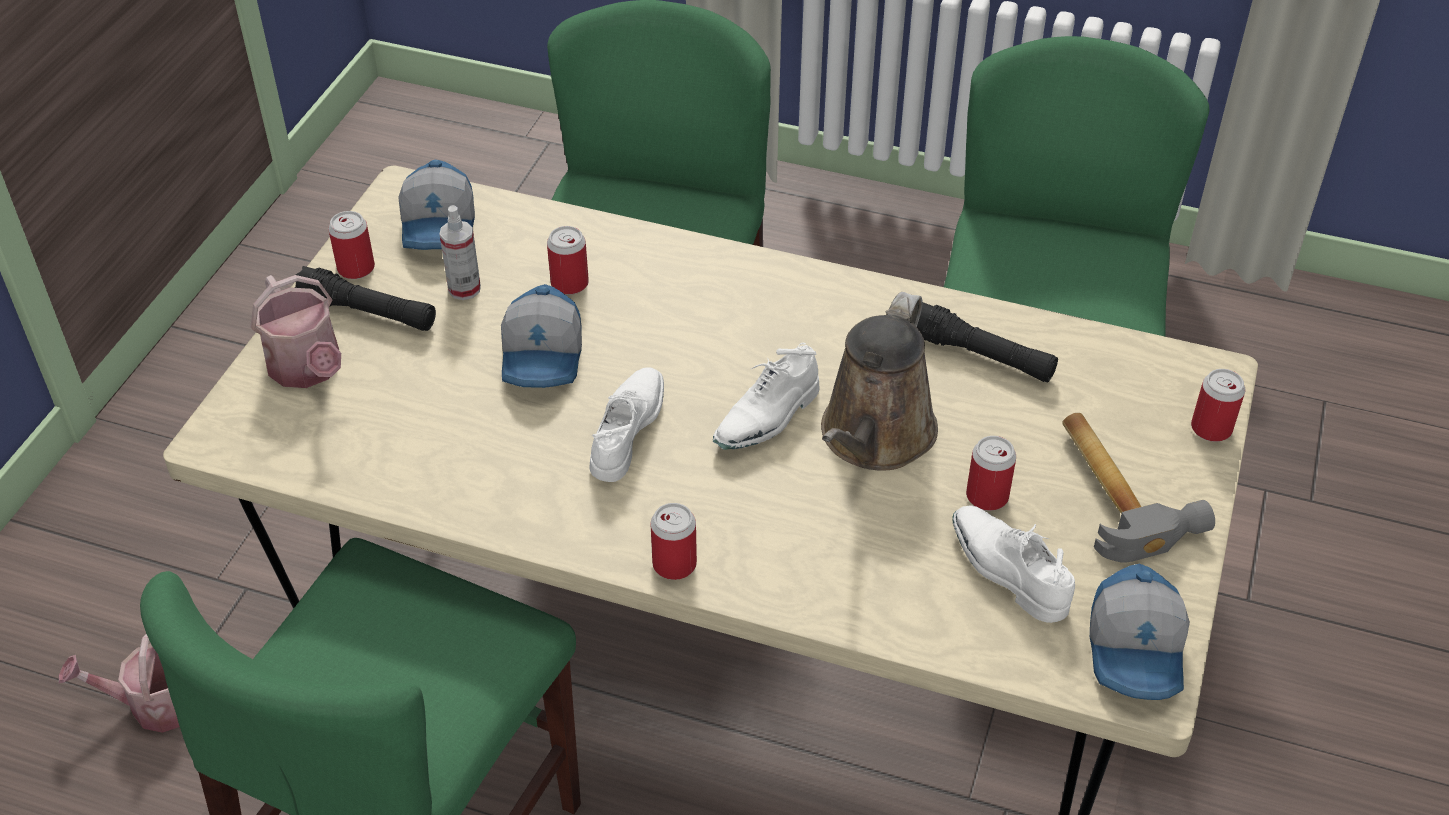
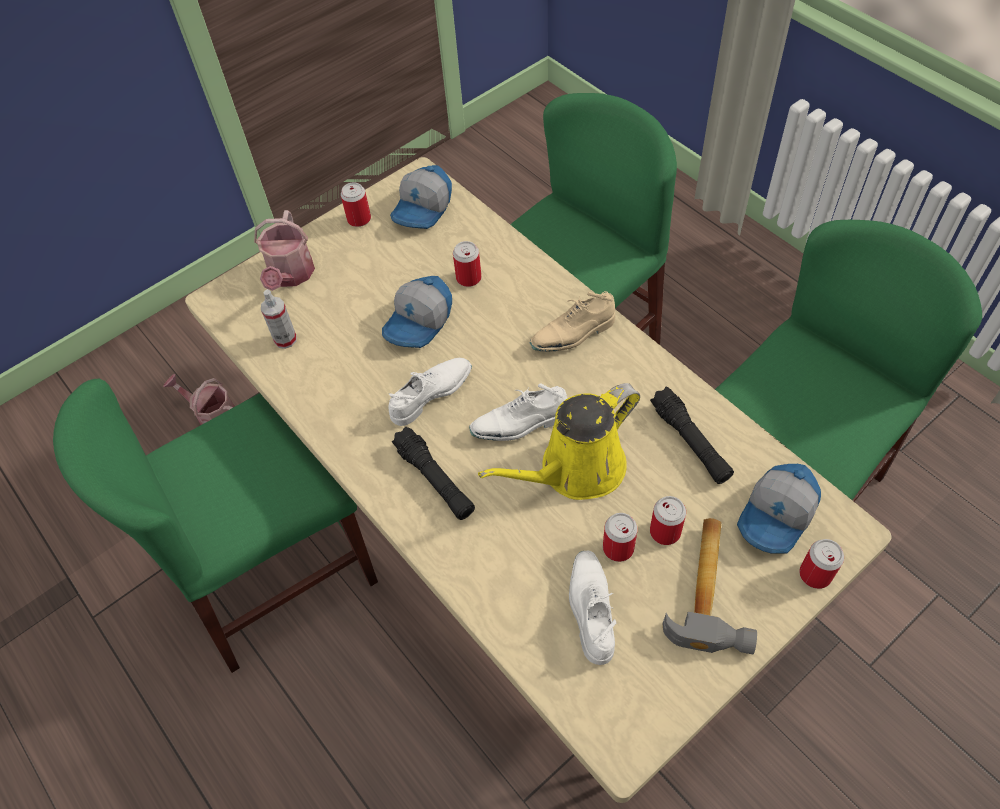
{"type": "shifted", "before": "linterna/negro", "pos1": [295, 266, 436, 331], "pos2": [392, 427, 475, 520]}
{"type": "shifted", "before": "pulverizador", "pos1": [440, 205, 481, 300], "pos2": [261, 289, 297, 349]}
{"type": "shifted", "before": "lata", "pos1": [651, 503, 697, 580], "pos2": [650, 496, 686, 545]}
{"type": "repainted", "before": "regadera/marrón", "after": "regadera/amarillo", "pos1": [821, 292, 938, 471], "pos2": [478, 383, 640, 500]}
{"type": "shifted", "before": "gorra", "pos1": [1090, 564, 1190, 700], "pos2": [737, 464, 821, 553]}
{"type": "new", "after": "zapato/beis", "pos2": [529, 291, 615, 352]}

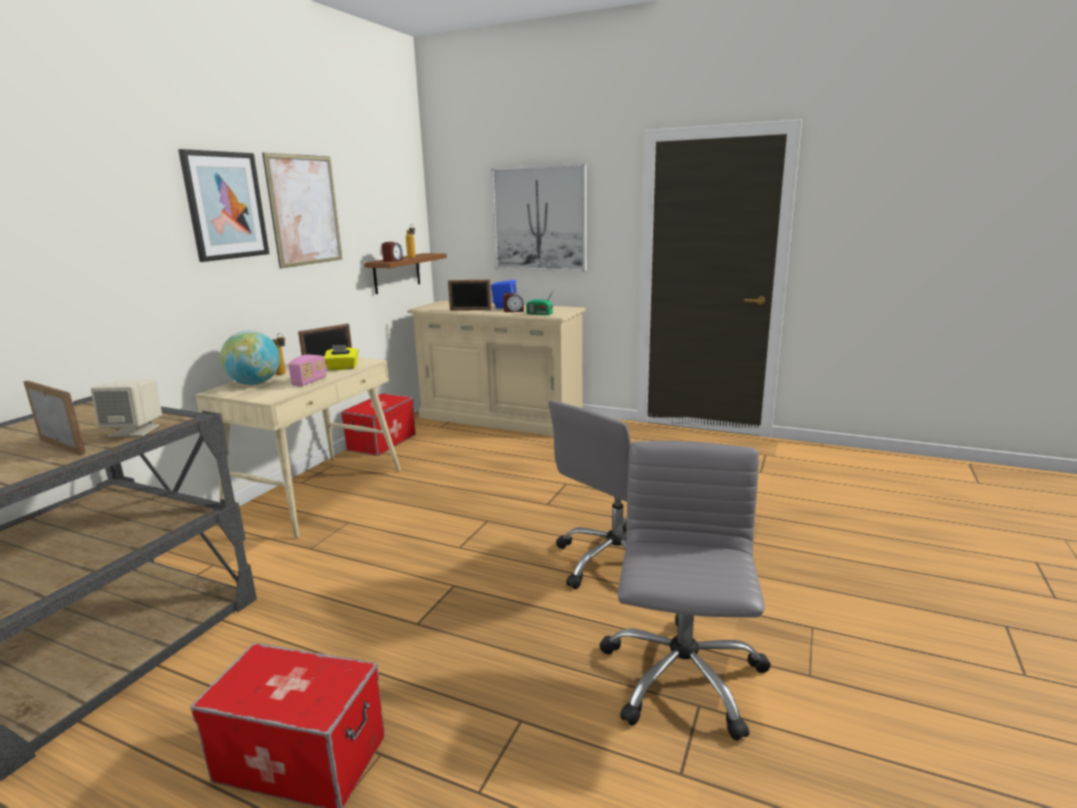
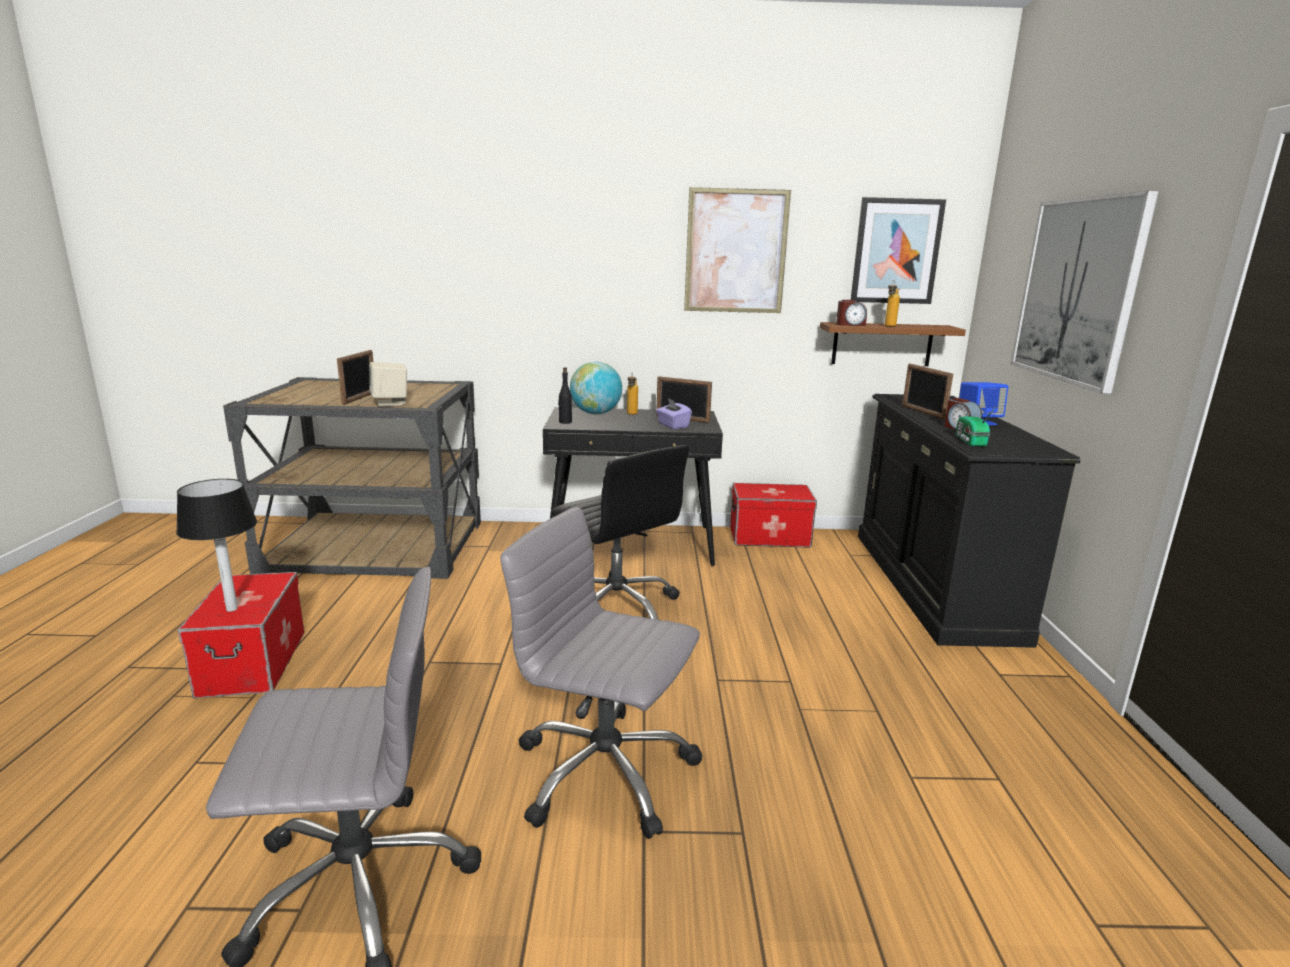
{"type": "shifted", "before": "cuadro", "pos1": [178, 149, 269, 262], "pos2": [851, 197, 946, 304]}
{"type": "repainted", "before": "escritorio/beis", "after": "escritorio/negro", "pos1": [195, 358, 401, 538], "pos2": [543, 407, 723, 566]}
{"type": "gone", "before": "radio", "pos1": [288, 354, 327, 386]}
{"type": "repainted", "before": "caja de pañuelos/amarillo", "after": "caja de pañuelos/morado", "pos1": [324, 345, 359, 370], "pos2": [656, 398, 692, 429]}
{"type": "repainted", "before": "armario/beis", "after": "armario/negro", "pos1": [407, 301, 586, 436], "pos2": [858, 394, 1081, 648]}
{"type": "new", "after": "lámpara de mesa", "pos2": [176, 479, 257, 612]}
{"type": "new", "after": "silla de oficina/negro", "pos2": [551, 445, 689, 620]}
{"type": "new", "after": "botella/negro", "pos2": [558, 367, 572, 424]}

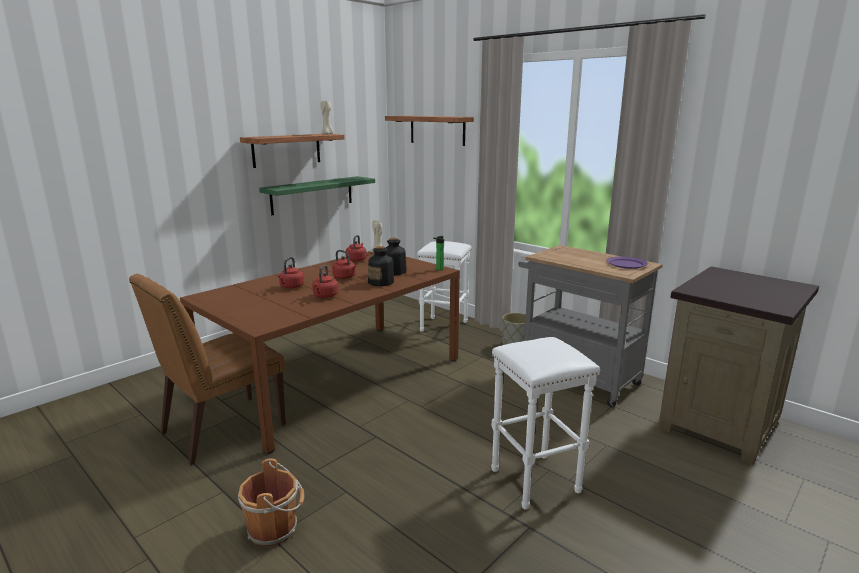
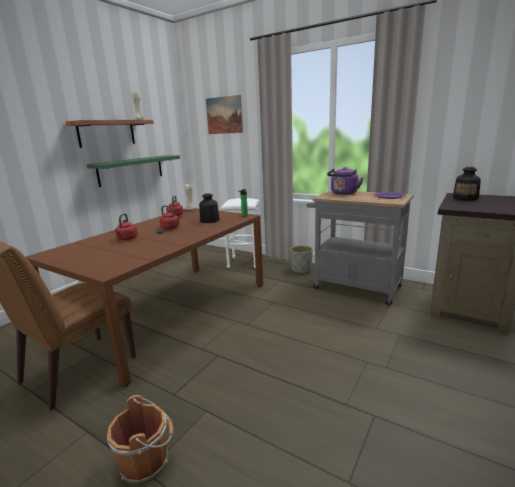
{"type": "gone", "before": "hervidor/rojo", "pos1": [312, 265, 338, 298]}
{"type": "shifted", "before": "botella", "pos1": [368, 246, 394, 286], "pos2": [453, 167, 481, 201]}
{"type": "swapped", "before": "estante", "after": "cuadro", "pos1": [385, 116, 474, 146], "pos2": [206, 95, 243, 134]}
{"type": "gone", "before": "taburete/blanco", "pos1": [491, 337, 600, 510]}
{"type": "new", "after": "hervidor/morado", "pos2": [327, 167, 363, 195]}

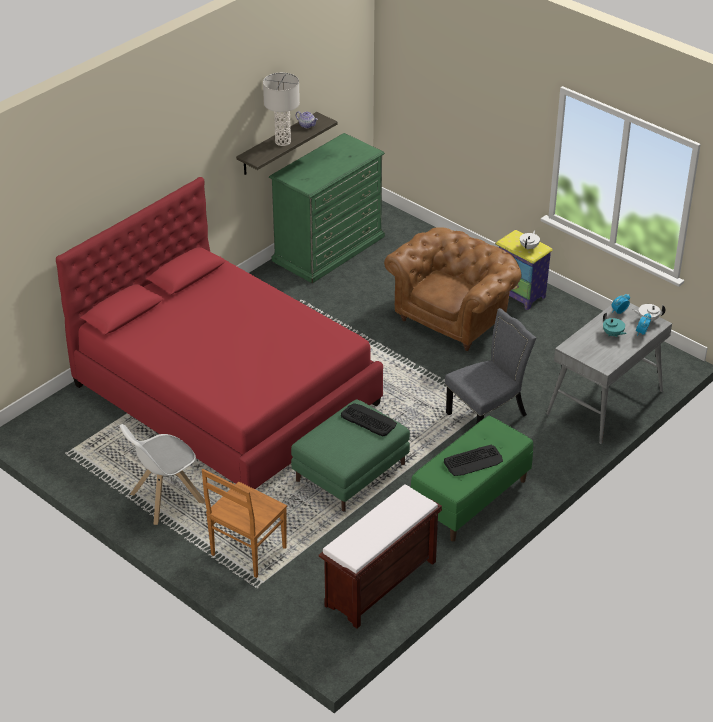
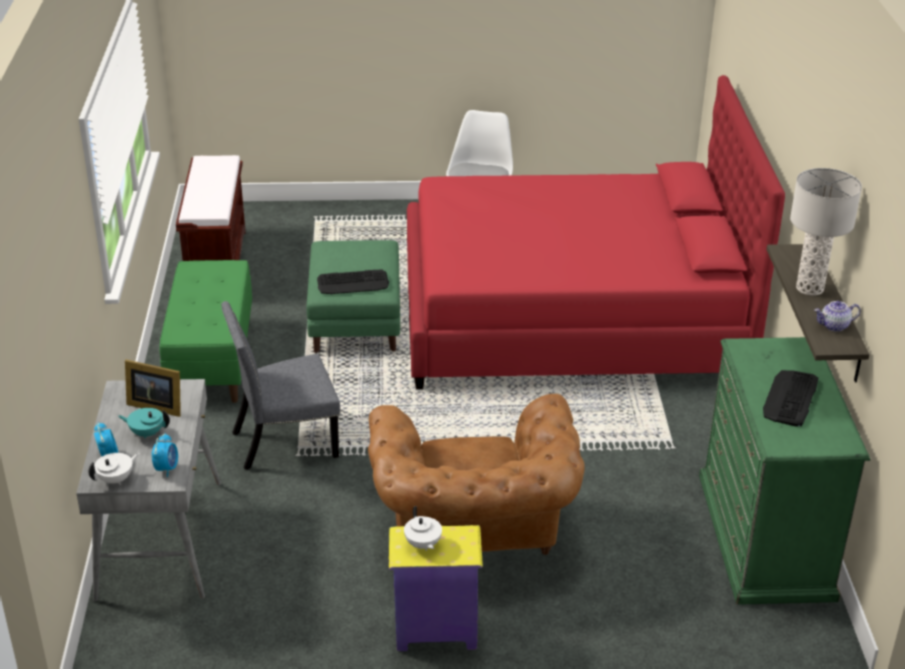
{"type": "gone", "before": "silla/marrón", "pos1": [202, 469, 287, 578]}
{"type": "shifted", "before": "teclado", "pos1": [444, 445, 503, 476], "pos2": [763, 370, 818, 427]}
{"type": "rotated", "before": "silla/gris", "pos1": [445, 308, 536, 424], "pos2": [221, 301, 341, 470], "turn": 60}
{"type": "new", "after": "portarretratos", "pos2": [125, 360, 181, 417]}

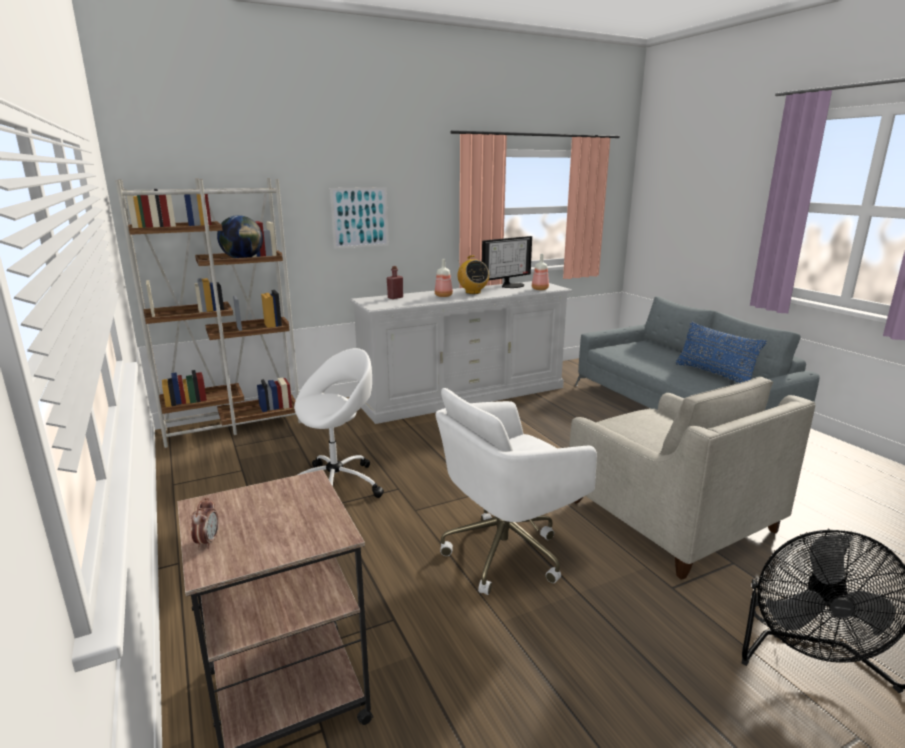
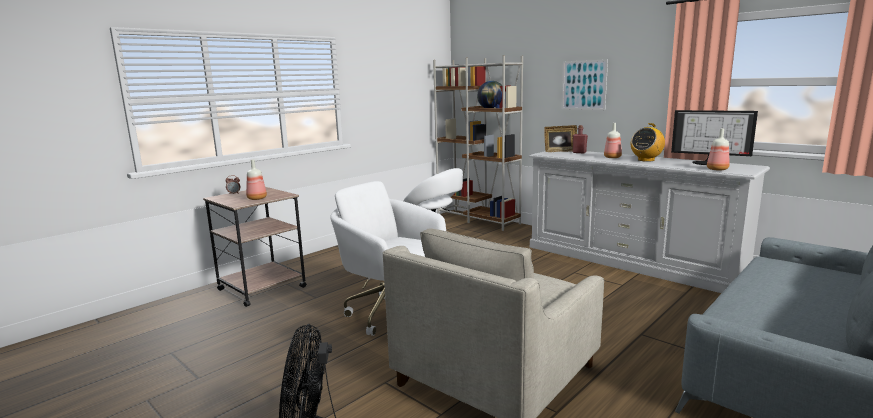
{"type": "gone", "before": "cojín/azul", "pos1": [675, 322, 767, 383]}
{"type": "new", "after": "botella", "pos2": [246, 159, 267, 200]}
{"type": "new", "after": "portarretratos", "pos2": [544, 125, 577, 152]}

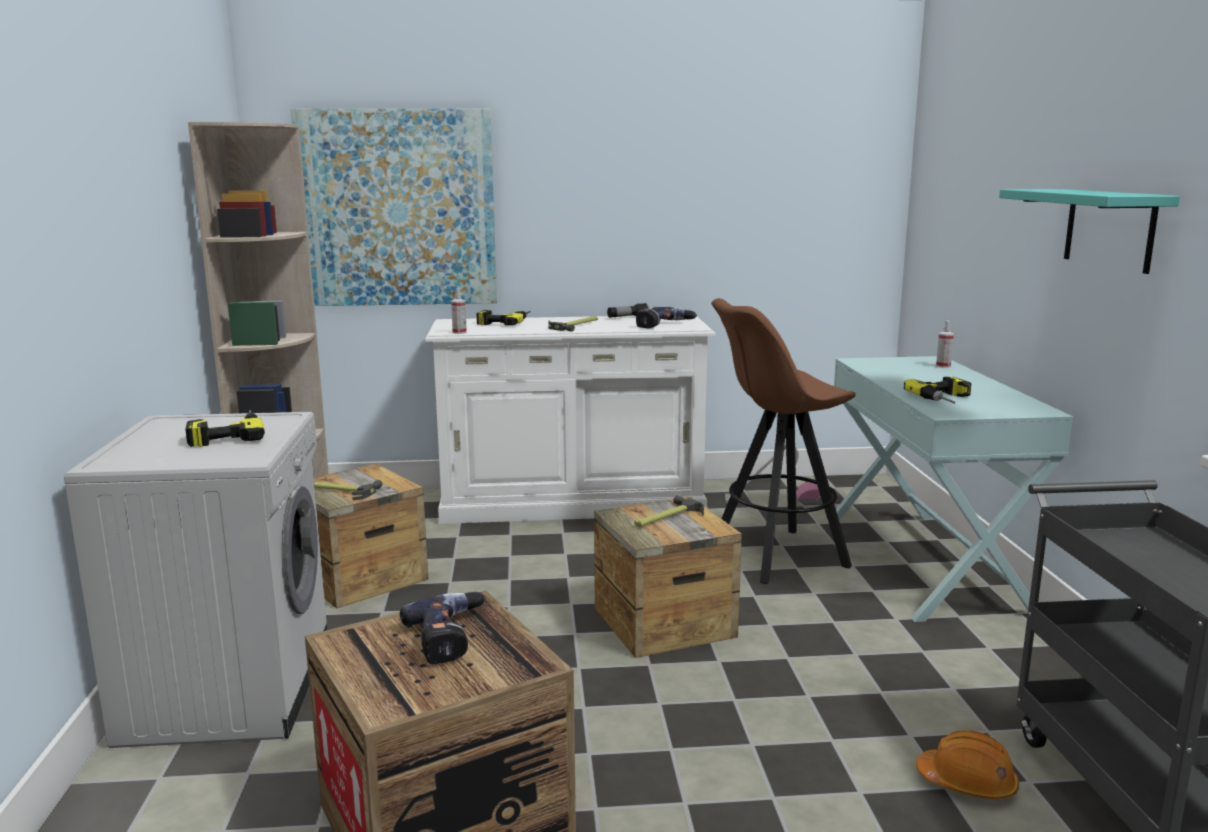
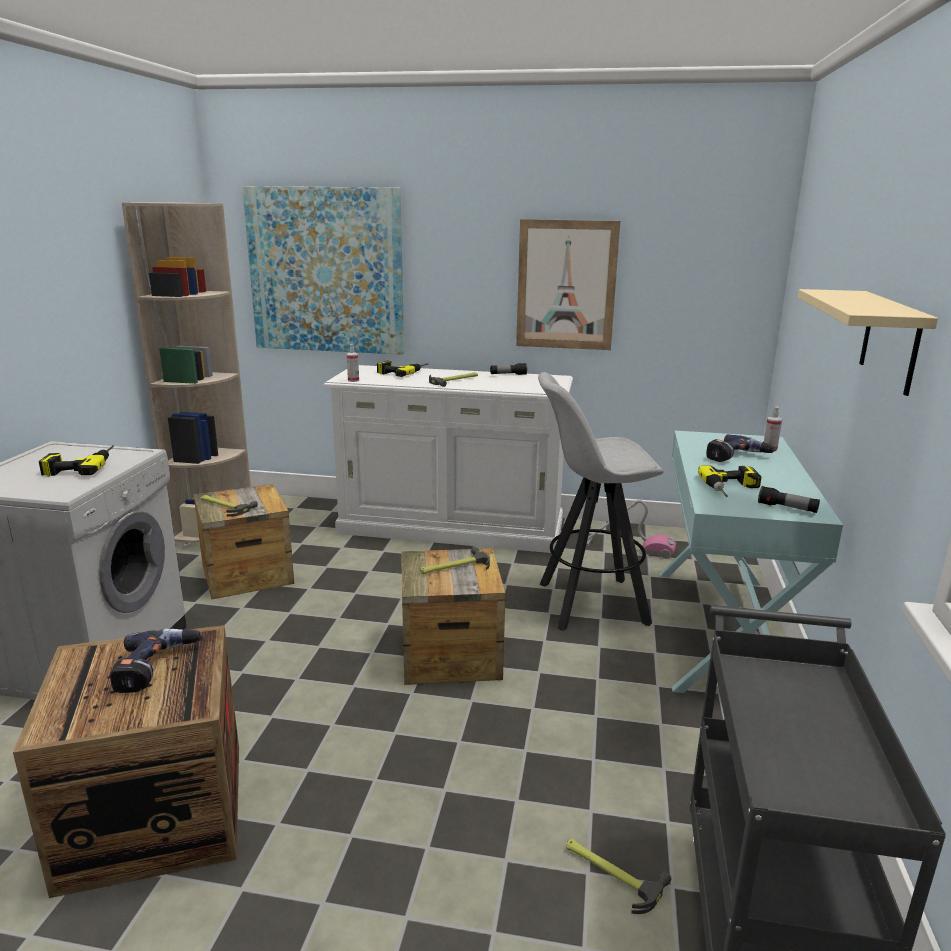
{"type": "shifted", "before": "taladro", "pos1": [636, 307, 697, 328], "pos2": [706, 434, 775, 462]}
{"type": "repainted", "before": "taburete/marrón", "after": "taburete/gris", "pos1": [711, 298, 856, 584], "pos2": [538, 372, 664, 631]}
{"type": "swapped", "before": "casco/naranja", "after": "martillo", "pos1": [916, 730, 1019, 800], "pos2": [566, 839, 671, 914]}
{"type": "repainted", "before": "estante/turquesa", "after": "estante/beis", "pos1": [999, 189, 1180, 274], "pos2": [798, 289, 938, 396]}
{"type": "new", "after": "cuadro", "pos2": [516, 219, 620, 350]}
{"type": "new", "after": "linterna", "pos2": [758, 486, 820, 513]}

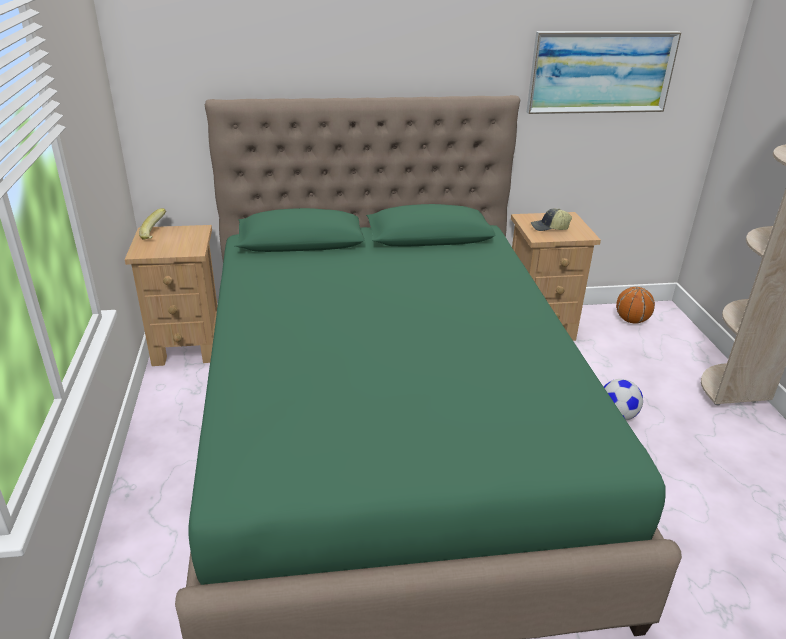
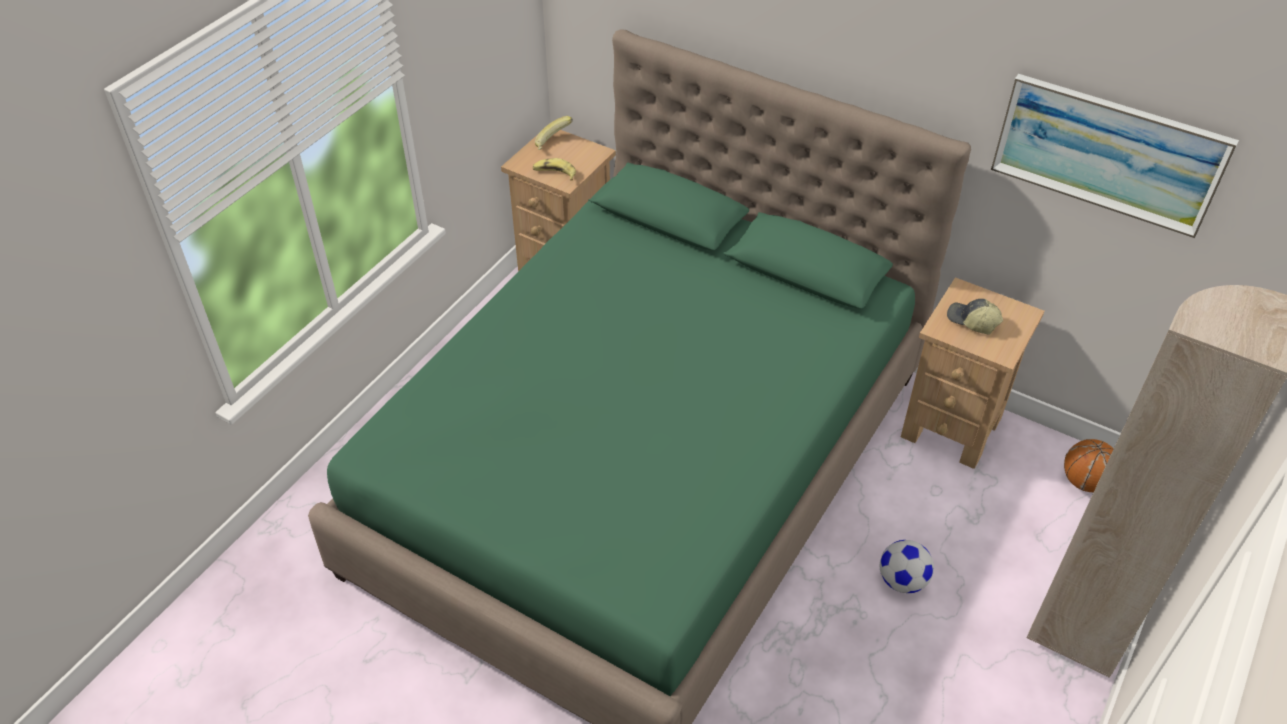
{"type": "new", "after": "plátano", "pos2": [533, 158, 576, 181]}

